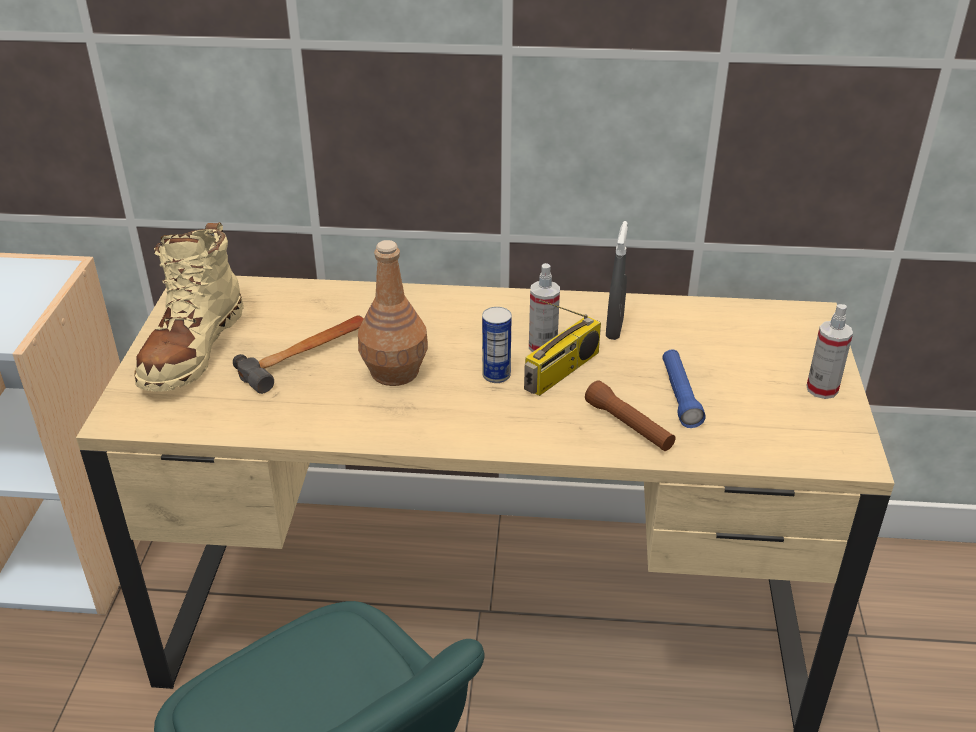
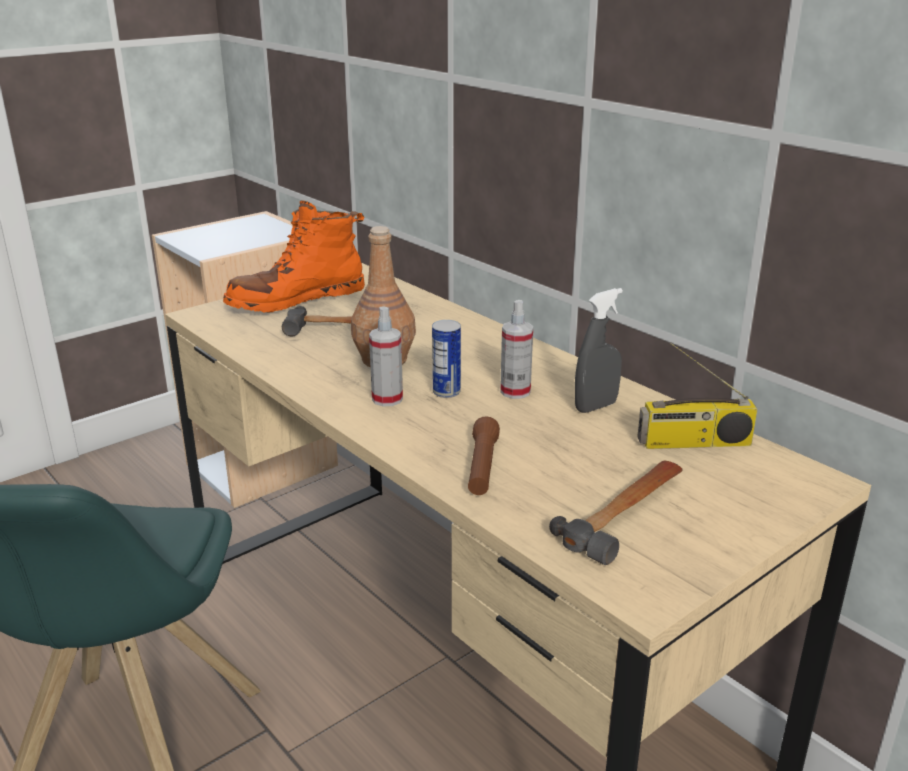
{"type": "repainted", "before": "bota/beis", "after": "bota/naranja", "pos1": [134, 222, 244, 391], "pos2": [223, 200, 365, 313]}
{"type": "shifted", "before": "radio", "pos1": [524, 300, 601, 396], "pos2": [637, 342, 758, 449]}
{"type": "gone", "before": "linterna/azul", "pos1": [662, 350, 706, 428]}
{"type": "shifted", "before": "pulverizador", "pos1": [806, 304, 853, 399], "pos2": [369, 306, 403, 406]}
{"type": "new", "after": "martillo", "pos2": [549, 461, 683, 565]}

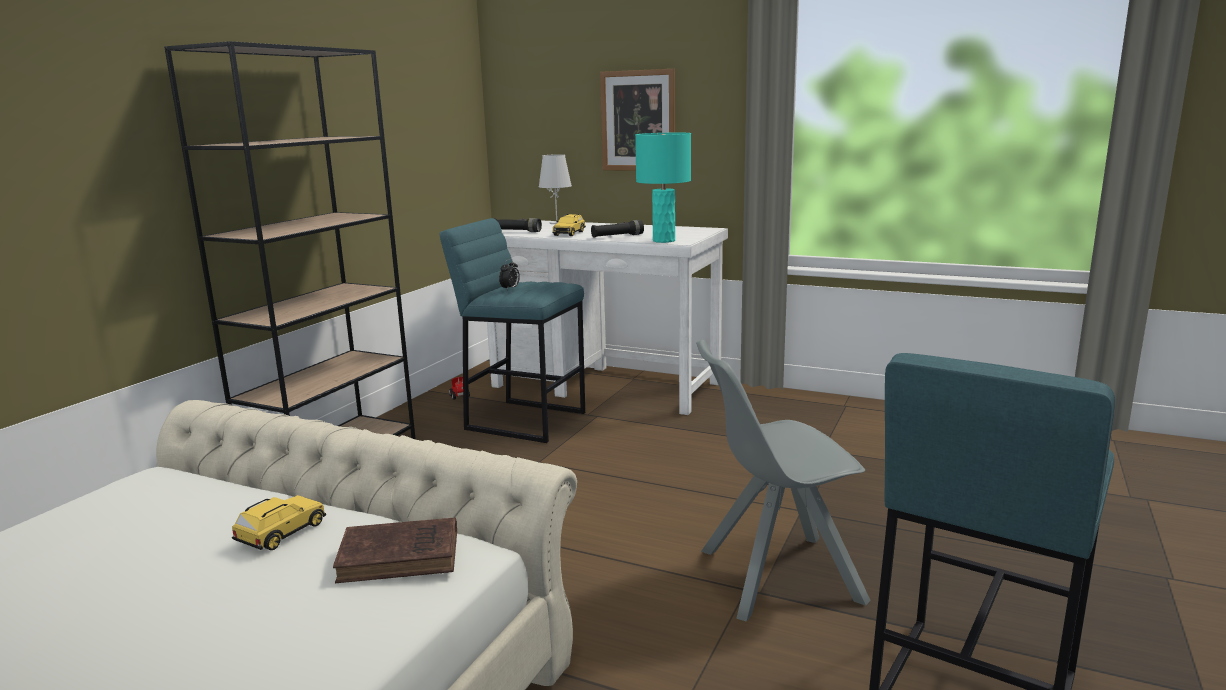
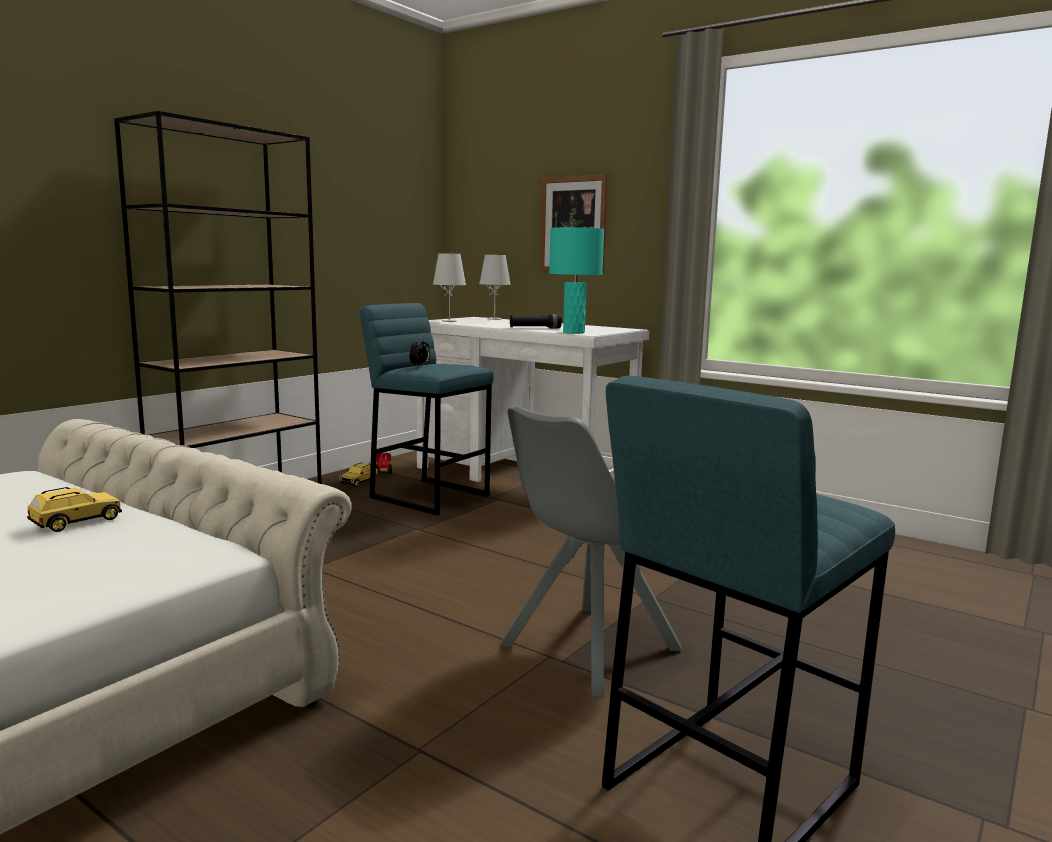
{"type": "gone", "before": "libro/marrón", "pos1": [333, 517, 457, 583]}
{"type": "swapped", "before": "linterna/negro", "after": "lámpara de mesa/blanco", "pos1": [494, 218, 542, 232], "pos2": [433, 253, 466, 322]}
{"type": "shifted", "before": "coche de juguete/amarillo", "pos1": [552, 214, 586, 236], "pos2": [339, 462, 379, 487]}
{"type": "rotated", "before": "silla/gris", "pos1": [696, 340, 871, 622], "pos2": [499, 405, 682, 697], "turn": -45}

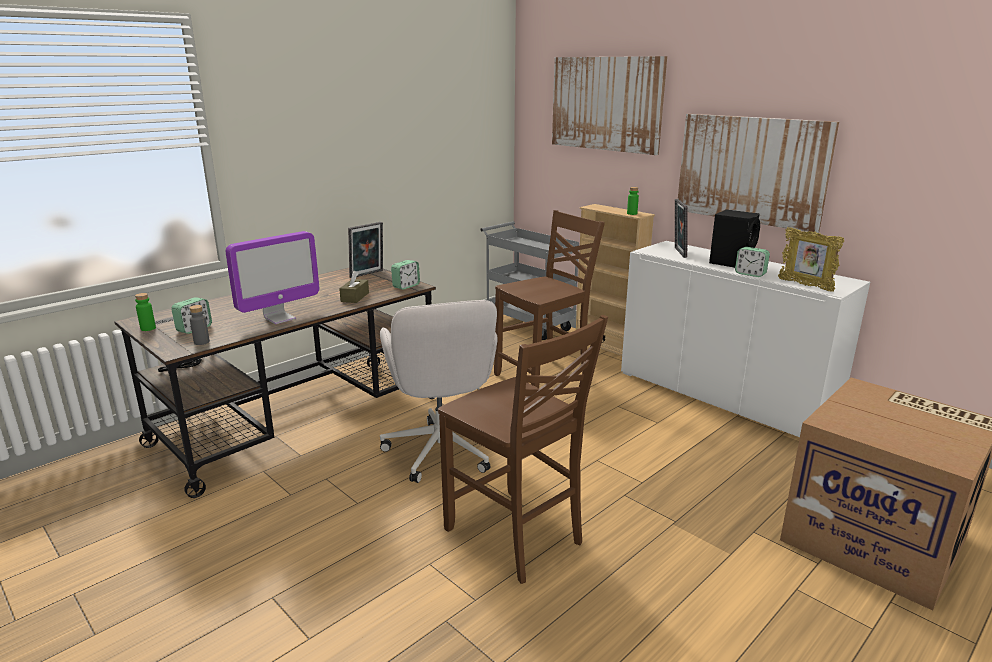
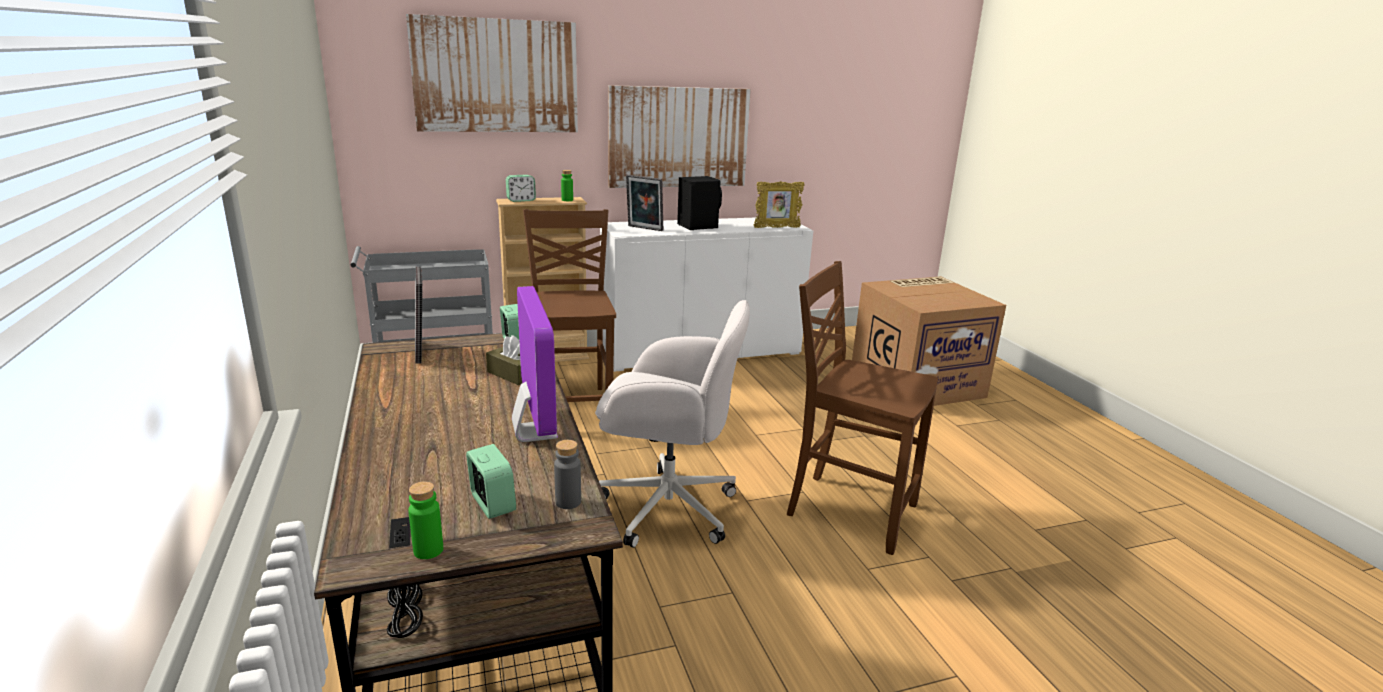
{"type": "rotated", "before": "silla/marrón", "pos1": [438, 315, 608, 584], "pos2": [787, 261, 938, 555], "turn": -135}
{"type": "shifted", "before": "despertador", "pos1": [735, 247, 770, 277], "pos2": [506, 175, 536, 202]}

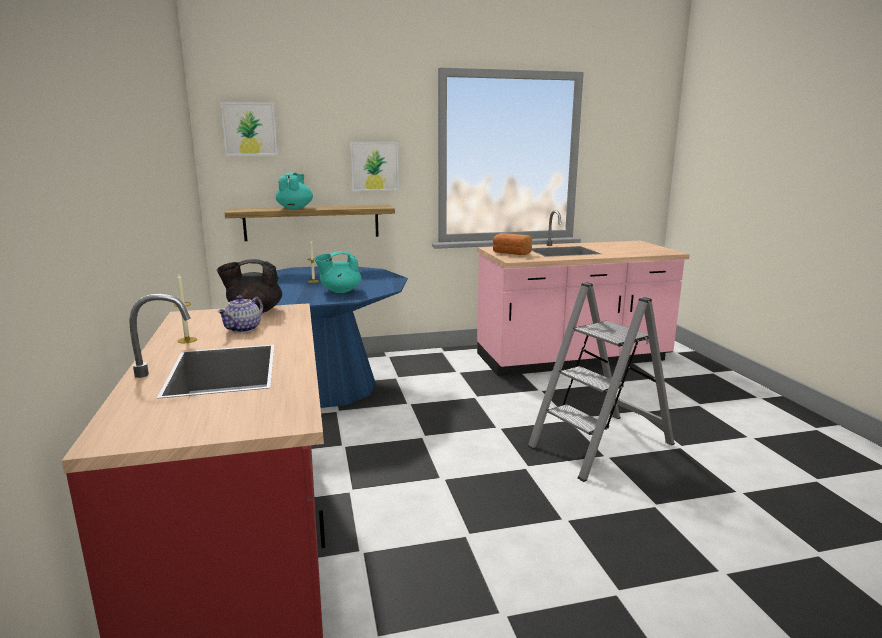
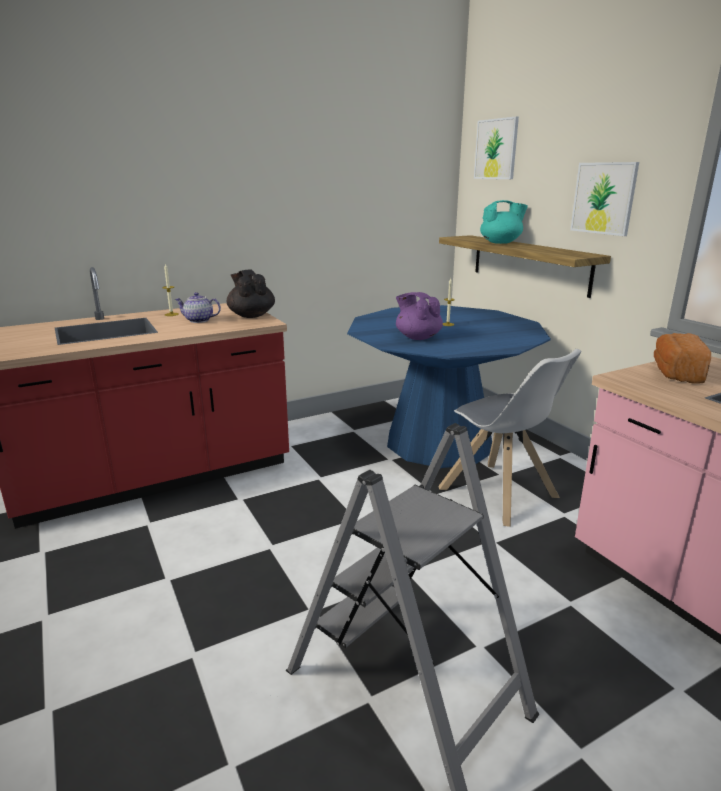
{"type": "repainted", "before": "tetera/turquesa", "after": "tetera/morado", "pos1": [315, 251, 361, 293], "pos2": [396, 292, 443, 340]}
{"type": "new", "after": "silla", "pos2": [438, 349, 582, 527]}

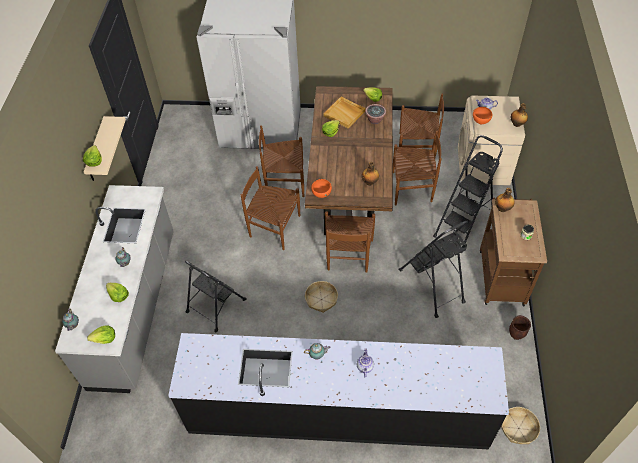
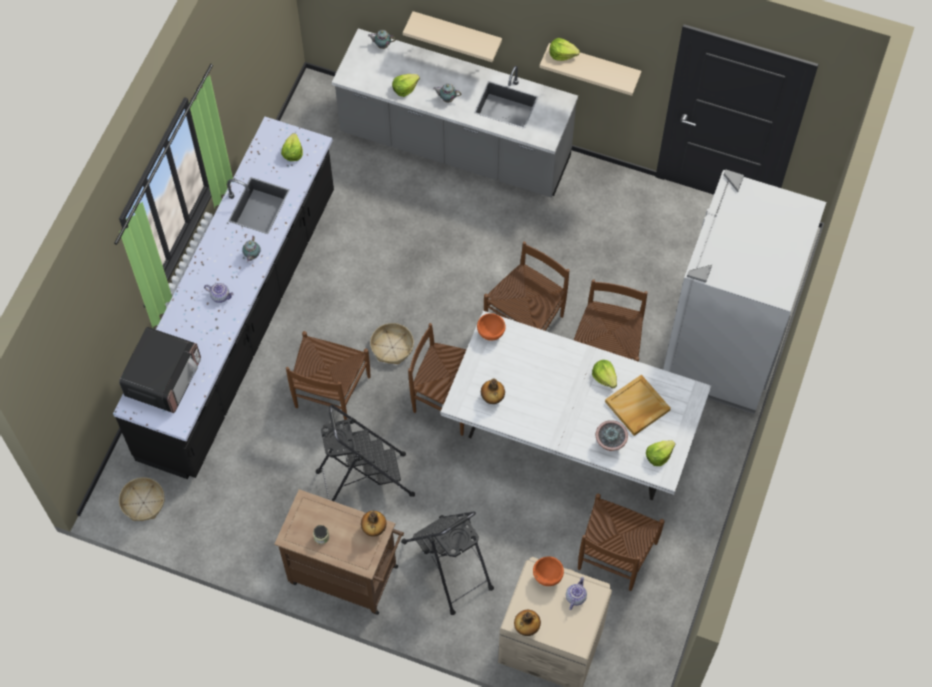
{"type": "shifted", "before": "lechuga", "pos1": [87, 325, 115, 344], "pos2": [281, 133, 303, 161]}
{"type": "gone", "before": "escalera de tijera/negro", "pos1": [185, 261, 247, 332]}
{"type": "repainted", "before": "mesa de comedor/marrón", "after": "mesa de comedor/blanco", "pos1": [305, 86, 393, 235], "pos2": [441, 311, 711, 500]}
{"type": "shifted", "before": "silla/marrón", "pos1": [393, 131, 442, 206], "pos2": [286, 331, 371, 420]}
{"type": "gone", "before": "maceta/marrón", "pos1": [509, 315, 531, 340]}
{"type": "new", "after": "microondas", "pos2": [119, 327, 201, 413]}
{"type": "new", "after": "estante/beis", "pos2": [403, 11, 502, 62]}

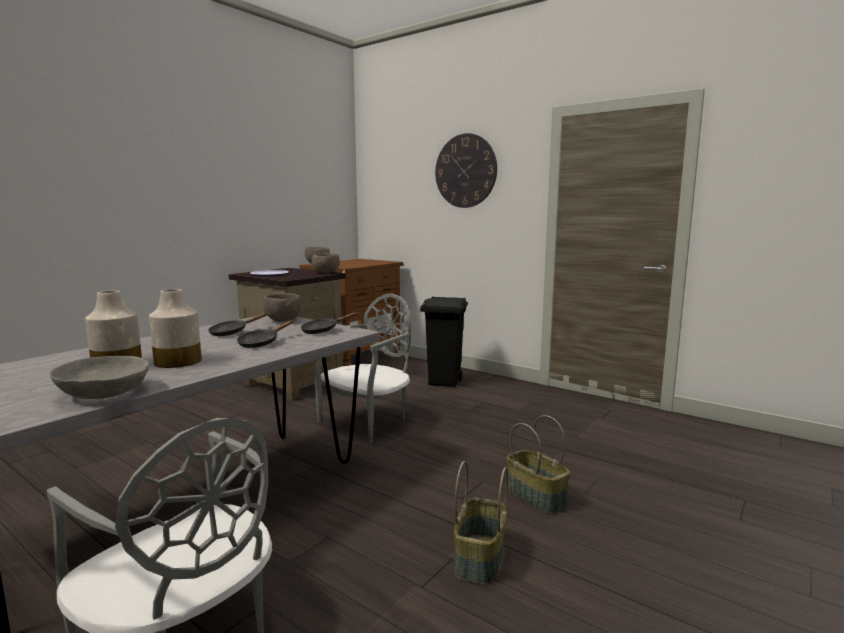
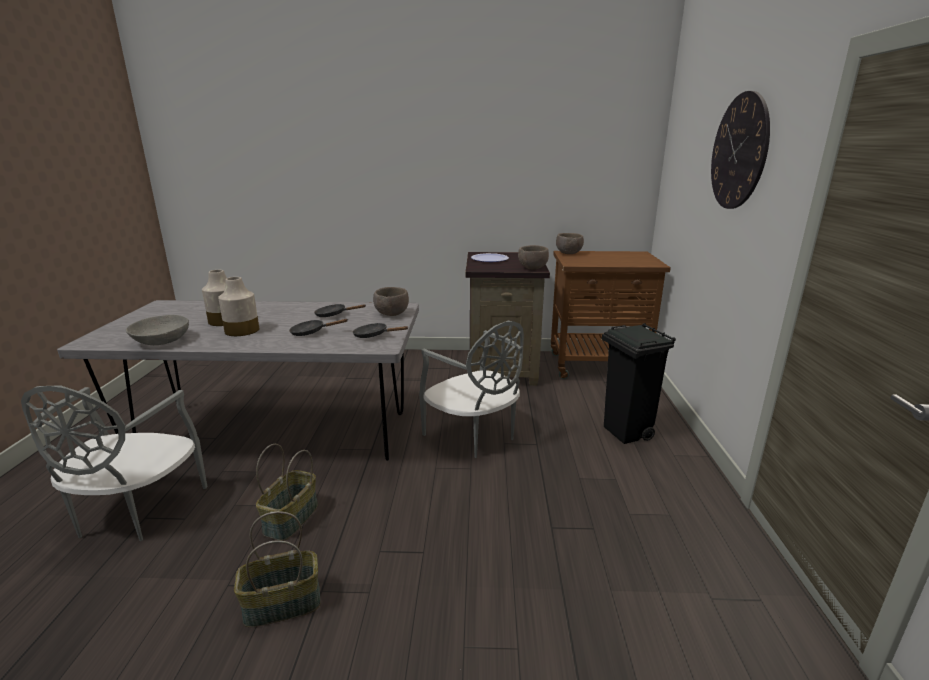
{"type": "rotated", "before": "silla/gris", "pos1": [314, 294, 411, 444], "pos2": [419, 321, 524, 458], "turn": 45}
{"type": "shifted", "before": "cesta", "pos1": [507, 415, 570, 514], "pos2": [256, 444, 318, 541]}

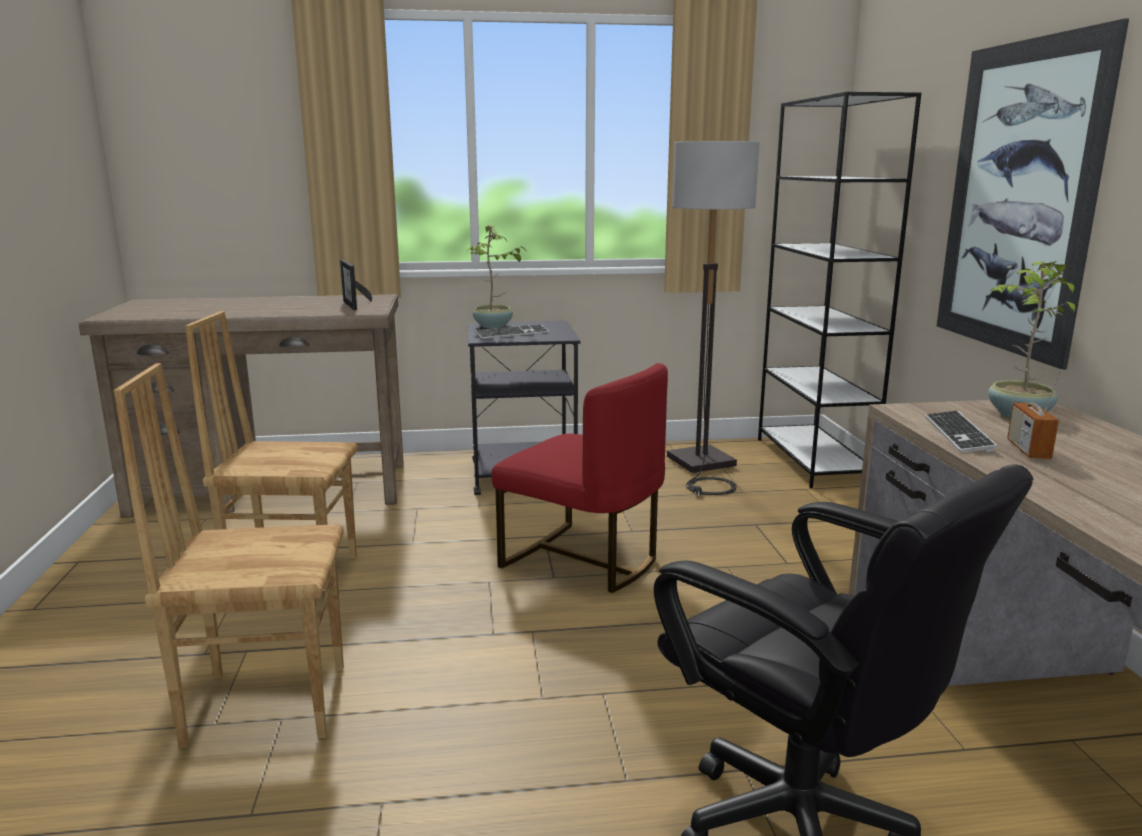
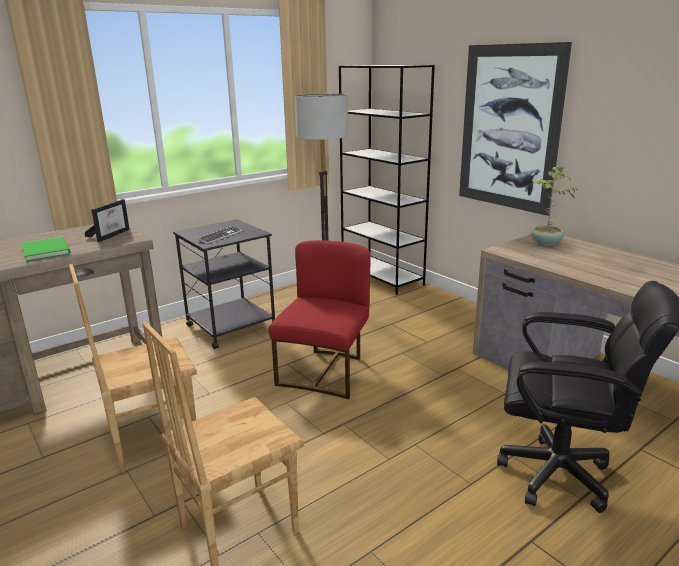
{"type": "rotated", "before": "portarretratos", "pos1": [340, 260, 372, 310], "pos2": [85, 199, 130, 242], "turn": -105}
{"type": "gone", "before": "planta en maceta", "pos1": [467, 224, 525, 328]}
{"type": "rotated", "before": "silla/rojo", "pos1": [492, 363, 668, 593], "pos2": [269, 240, 370, 399], "turn": -75}
{"type": "gone", "before": "teclado", "pos1": [925, 411, 998, 452]}
{"type": "gone", "before": "radio", "pos1": [1007, 369, 1062, 459]}
{"type": "new", "after": "libro/verde", "pos2": [21, 237, 71, 261]}

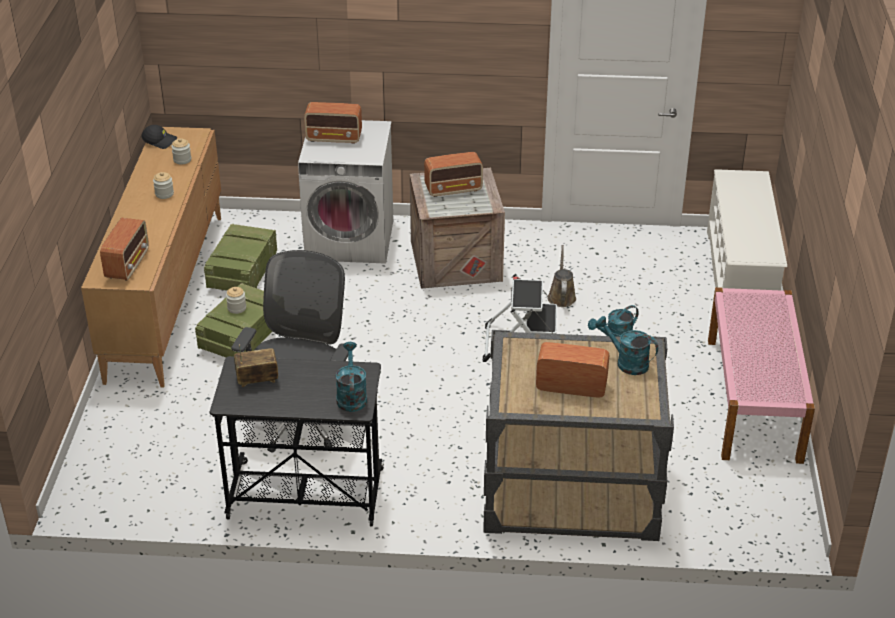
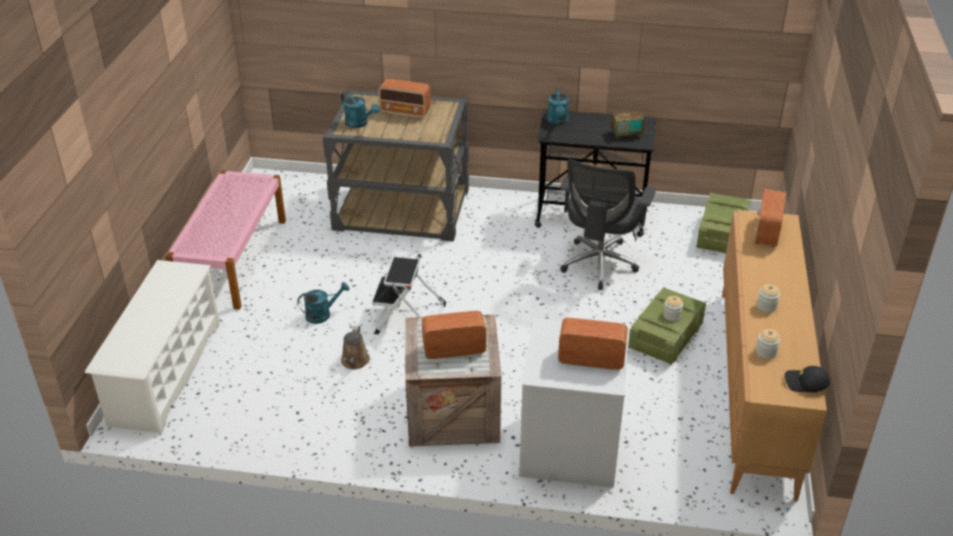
{"type": "shifted", "before": "caja de embalaje", "pos1": [204, 224, 277, 290], "pos2": [696, 193, 751, 253]}

